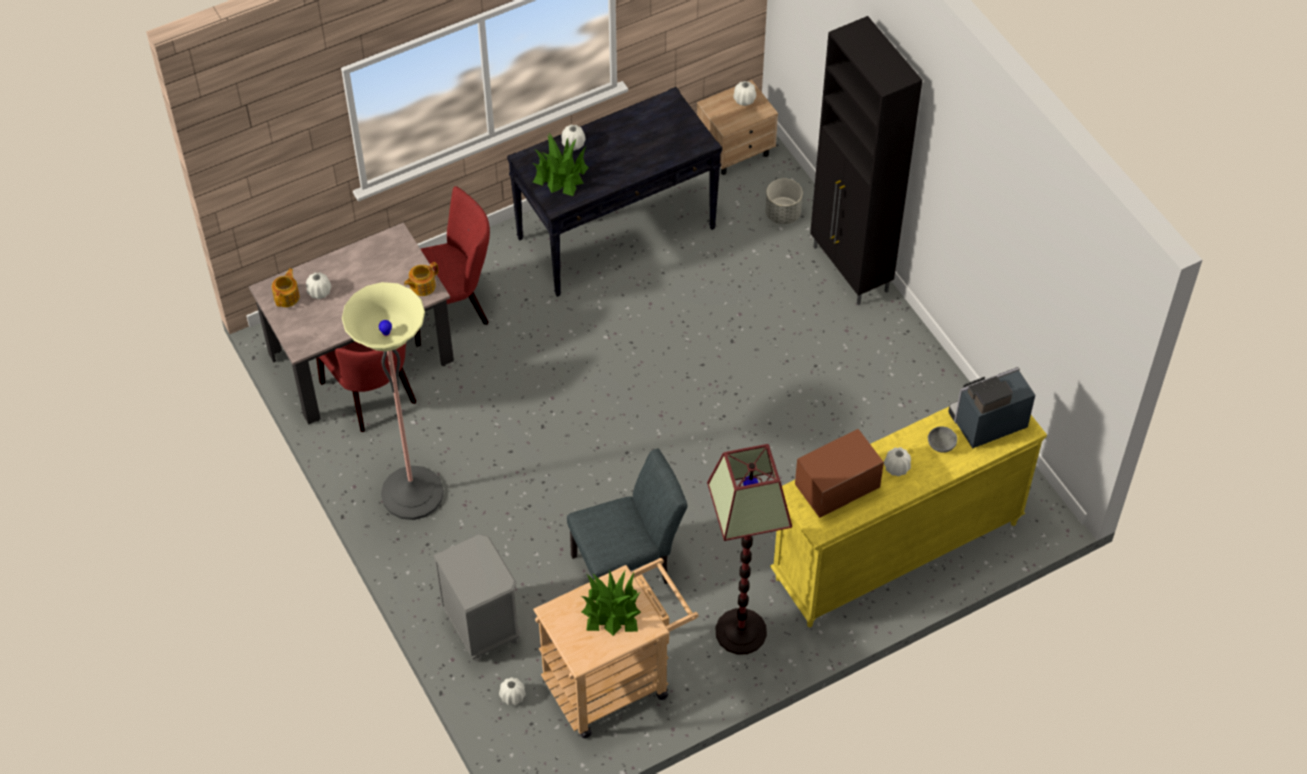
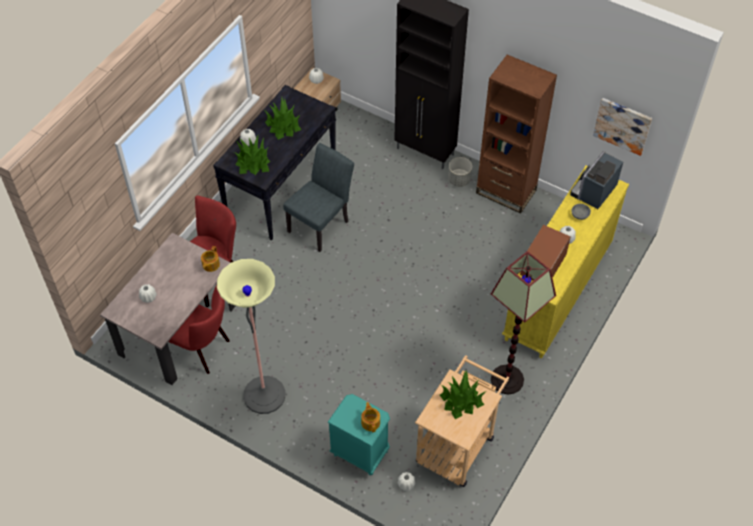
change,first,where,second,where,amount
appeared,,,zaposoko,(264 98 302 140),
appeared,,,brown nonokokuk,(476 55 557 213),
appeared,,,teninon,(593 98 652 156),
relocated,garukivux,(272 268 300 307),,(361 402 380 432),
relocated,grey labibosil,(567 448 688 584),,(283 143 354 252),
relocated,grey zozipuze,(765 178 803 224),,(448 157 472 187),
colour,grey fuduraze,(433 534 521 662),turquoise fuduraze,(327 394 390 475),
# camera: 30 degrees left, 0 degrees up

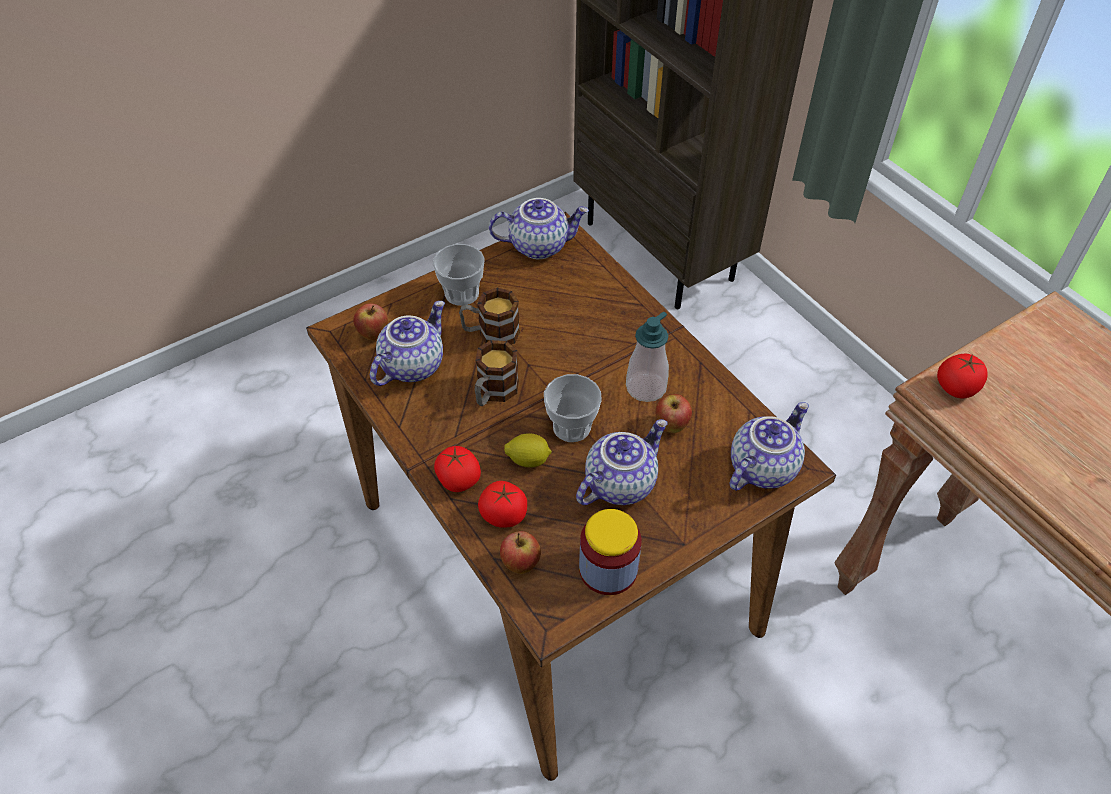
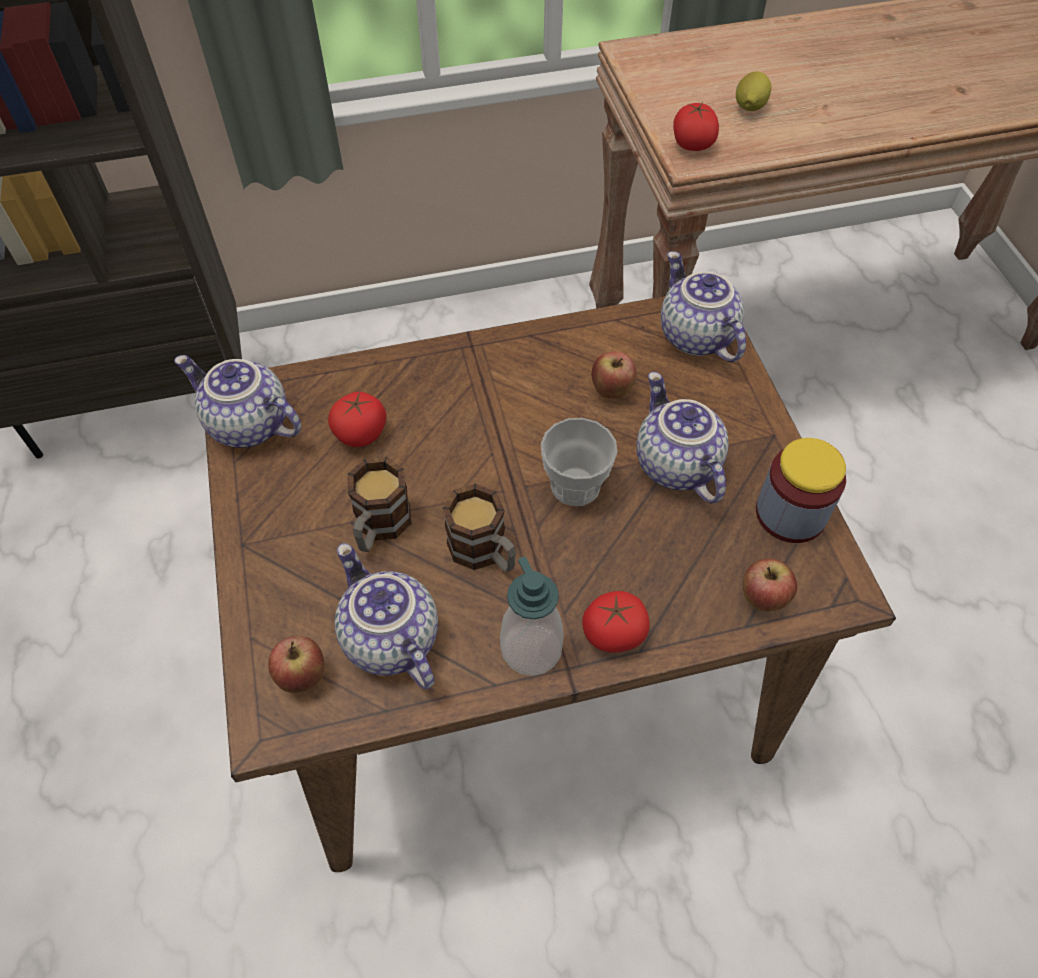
change,first,where,second,where,amount
missing,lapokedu,(433 244 485 306),,,
relocated,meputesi,(478 481 527 528),,(328 392 387 447),
relocated,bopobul,(504 433 552 468),,(736 71 771 111),
relocated,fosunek,(626 311 669 402),,(500 556 563 676),
spun,garukivux,(489 198 589 259),,(174 355 302 448),75 degrees counterclockwise
# camera: 70 degrees left, 5 degrees up

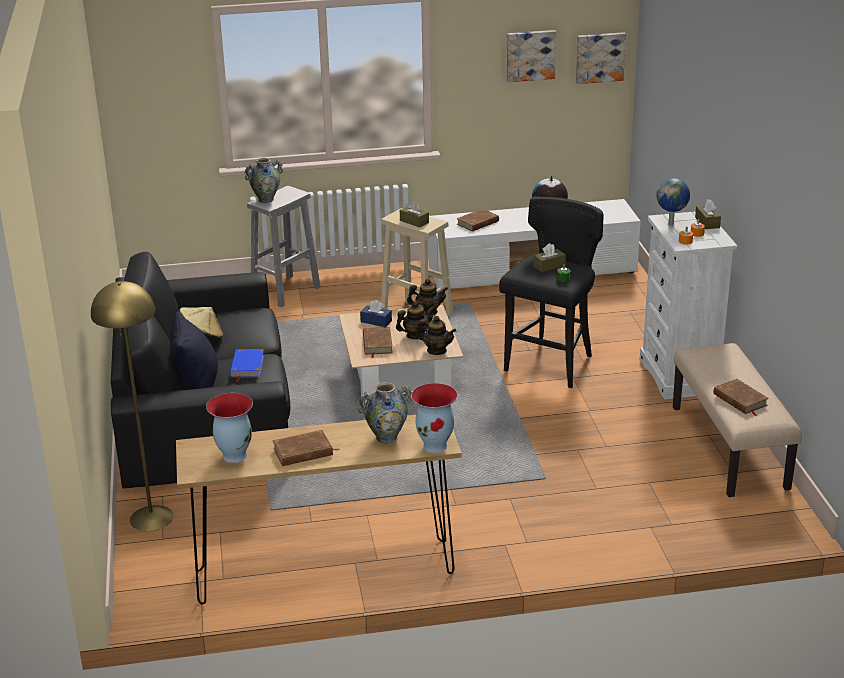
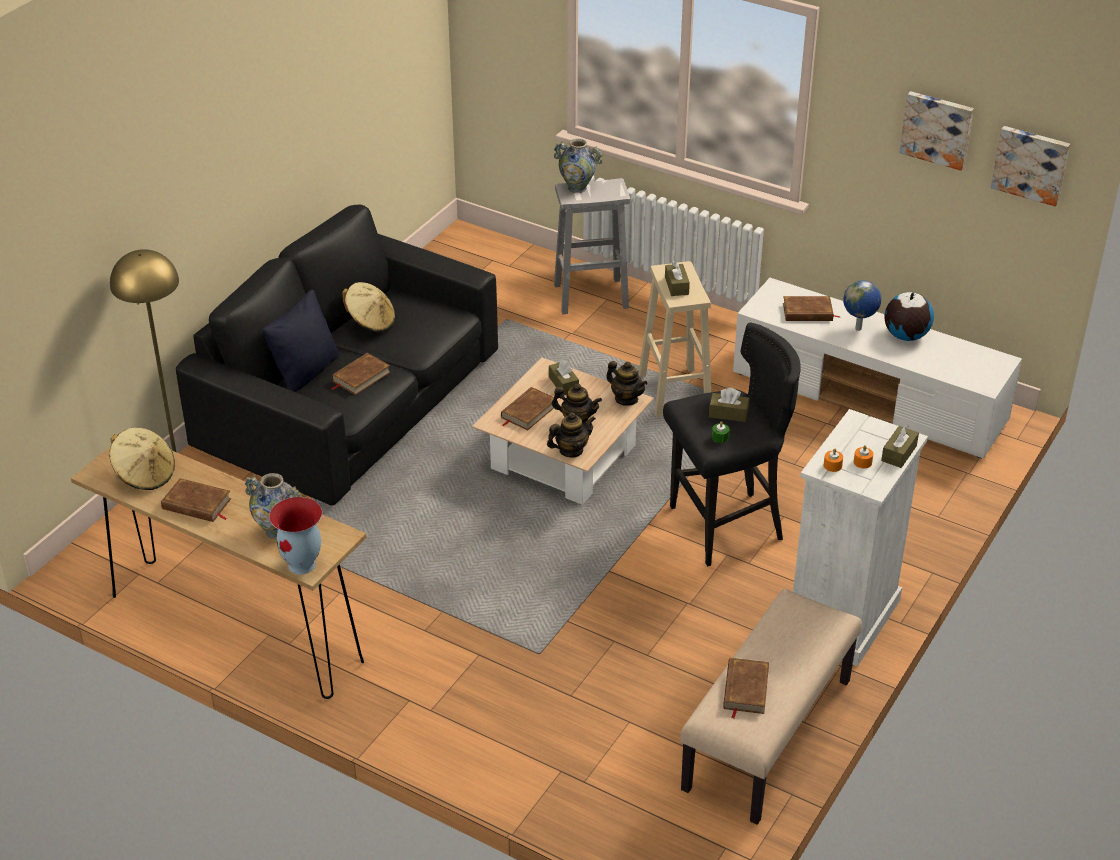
change,first,where,second,where,amount
relocated,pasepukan,(657 178 690 226),,(843 281 881 331),
exchanged,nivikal,(206 393 253 463),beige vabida,(109 428 175 490),
colour,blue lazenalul,(230 349 264 382),brown lazenalul,(331 353 391 395),
colour,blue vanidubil,(360 300 392 327),brown vanidubil,(549 359 579 395),
spun,garukivux,(416 316 456 355),,(547 412 596 458),90 degrees counterclockwise
# camera: 40 degrees right, 10 degrees up

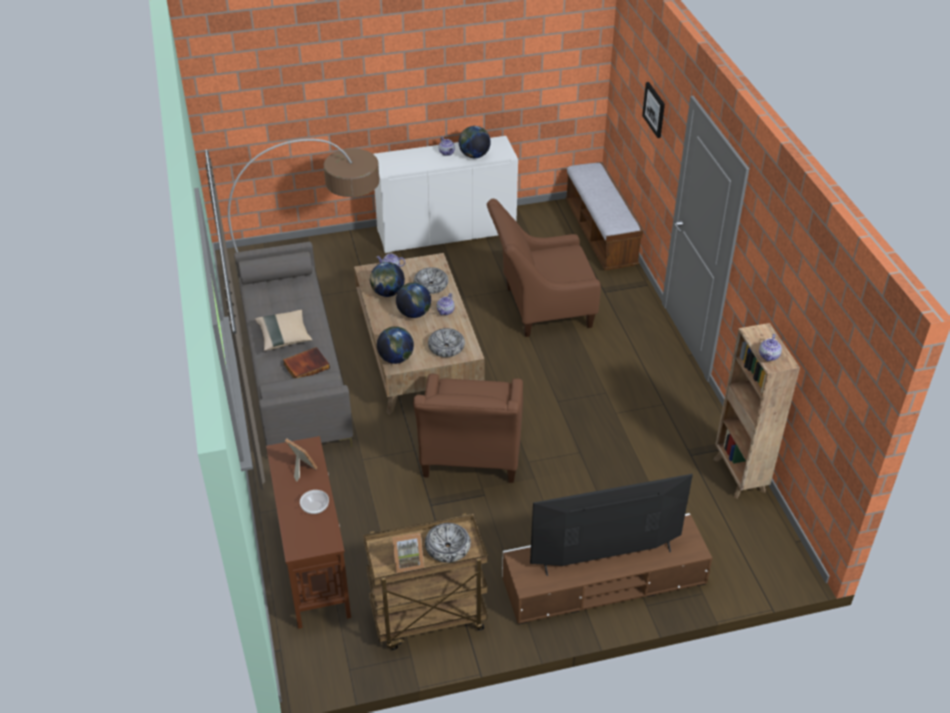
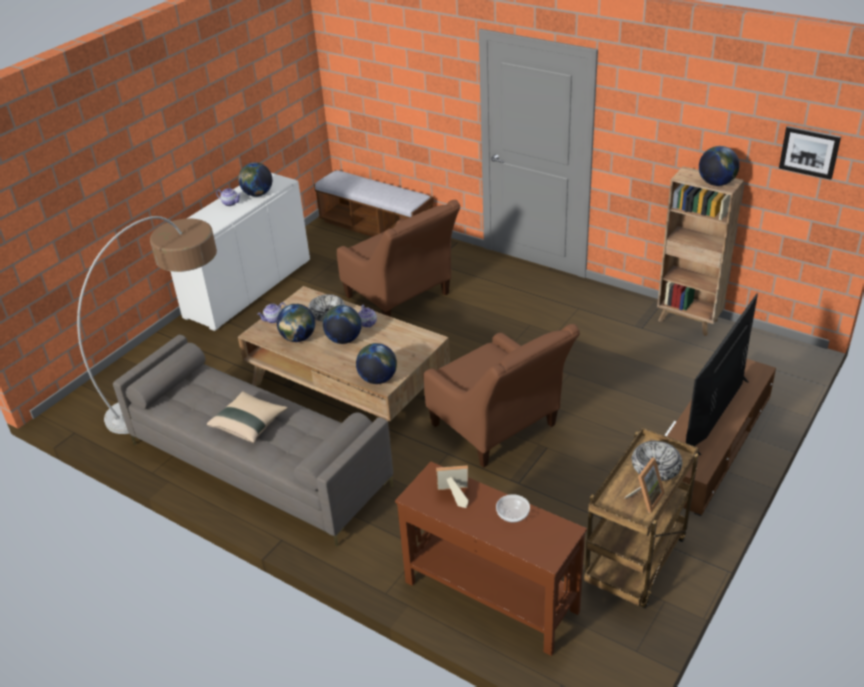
change,first,where,second,where,amount
missing,lazenalul,(283 347 330 378),,,
missing,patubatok,(428 328 465 357),,,
relocated,teninon,(642 82 665 138),,(779 126 841 180),
exchanged,garukivux,(759 334 782 361),pasepukan,(699 146 740 186),
spun,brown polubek,(487 199 601 337),,(337 200 460 317),75 degrees counterclockwise
# camera: 40 degrees left, 5 degrees down

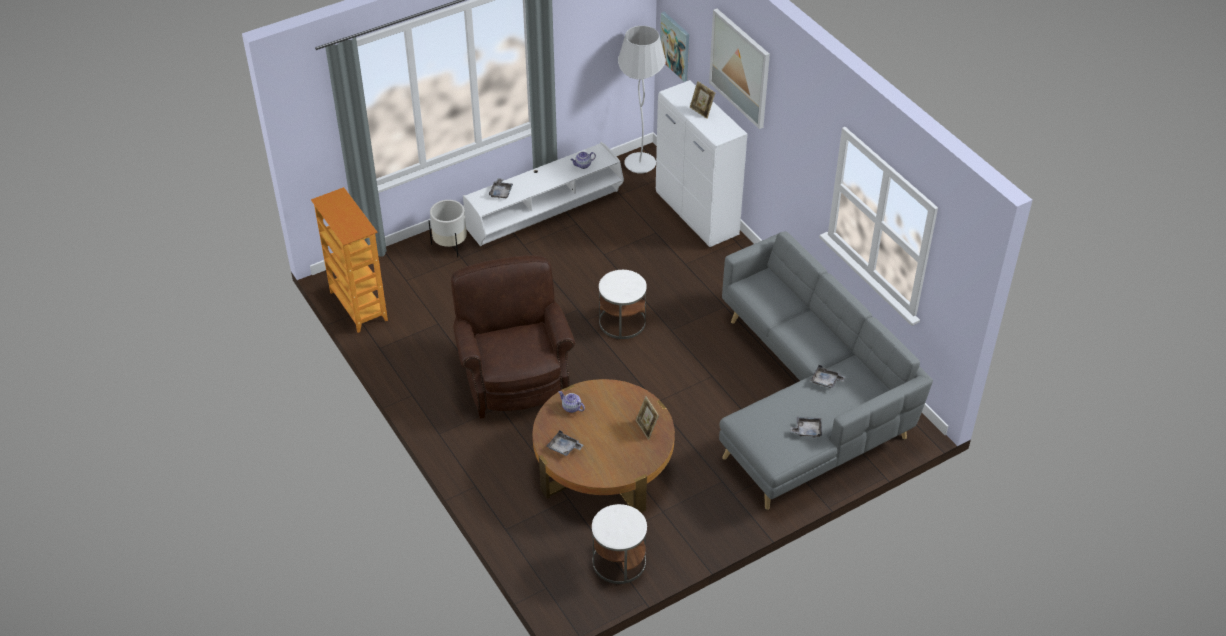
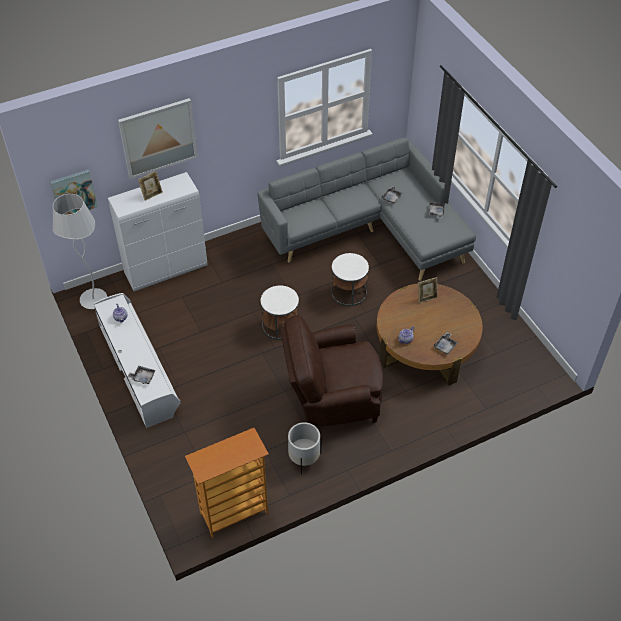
change,first,where,second,where,amount
relocated,white zozipuze,(429 200 467 257),,(288 422 321 474),
relocated,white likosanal,(592 504 647 584),,(331 253 369 306),
# camera: 85 degrees left, 5 degrees up

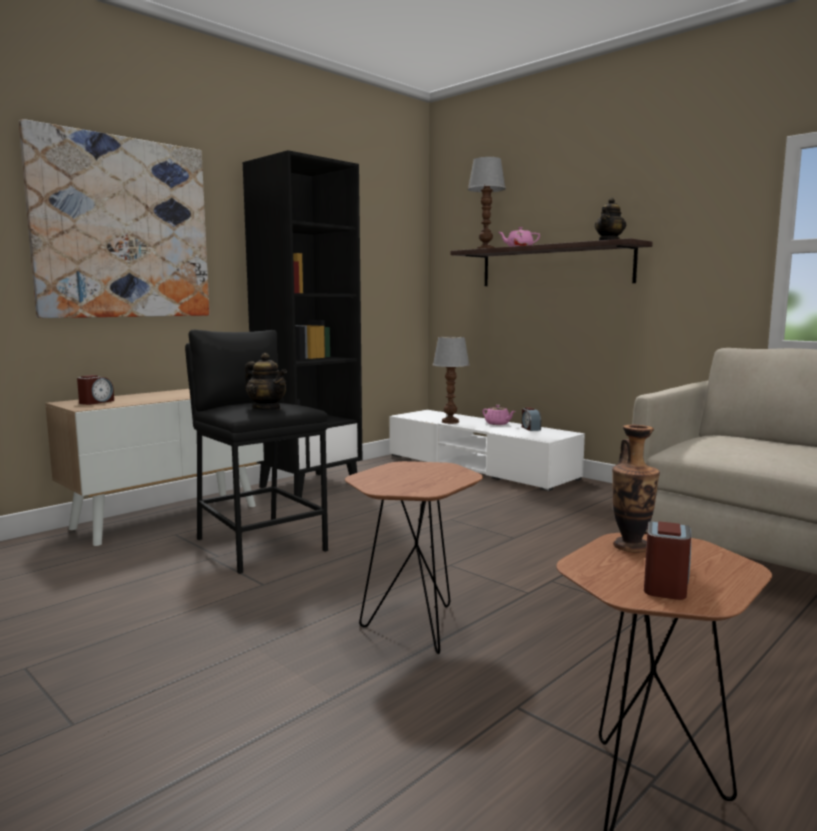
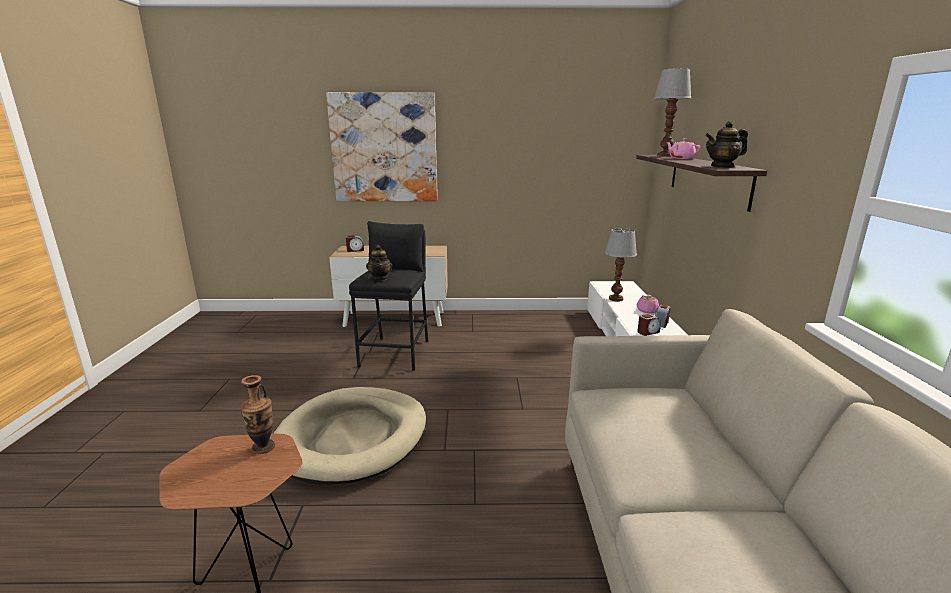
change,first,where,second,where,amount
missing,black nonokokuk,(243 150 362 498),,,
relocated,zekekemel,(644 521 691 600),,(637 314 661 336),
exchanged,brown likosanal,(345 461 483 654),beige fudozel,(273 387 426 485),
# camera: 45 degrees right, 10 degrees up

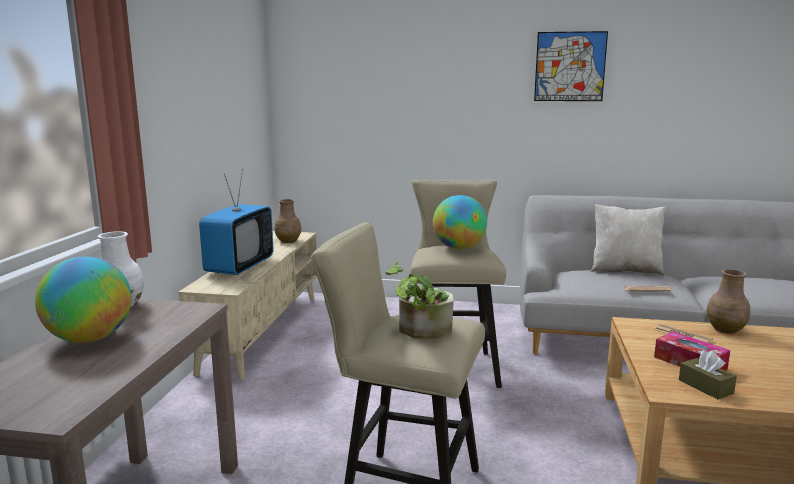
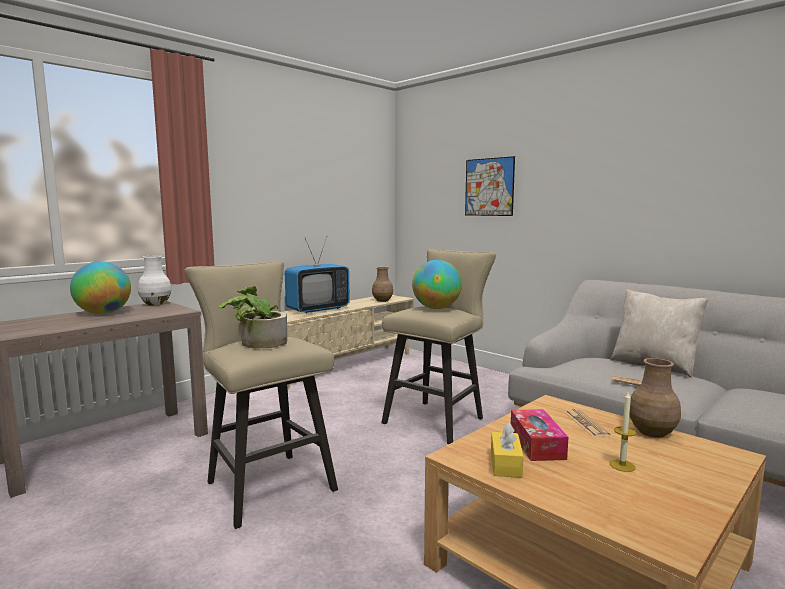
change,first,where,second,where,amount
appeared,,,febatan,(609 391 637 472),
relocated,teninon,(534 31 608 101),,(465 156 515 216),
colour,brown vanidubil,(679 351 737 399),yellow vanidubil,(491 422 524 478),
# camera: 35 degrees right, 5 degrees down

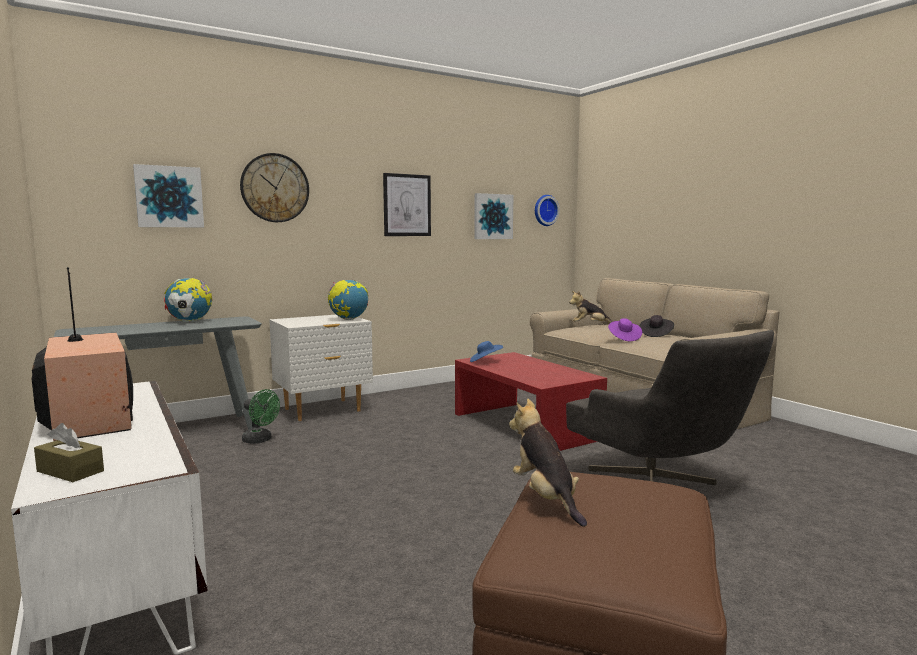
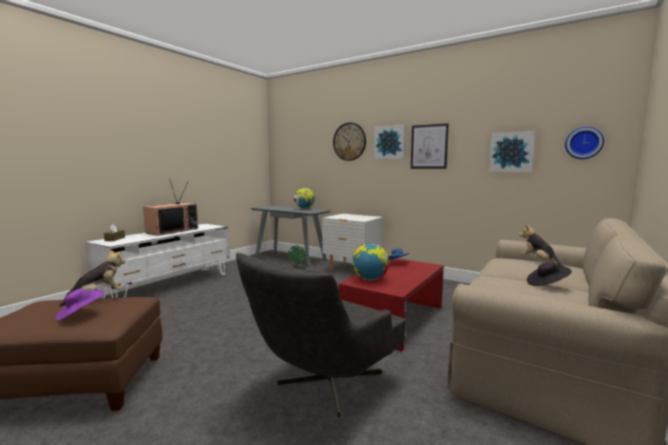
change,first,where,second,where,amount
relocated,teninon,(133 164 204 227),,(374 124 406 159),
relocated,pasepukan,(327 280 368 320),,(353 243 389 281),
relocated,purple vabida,(608 318 642 341),,(55 289 104 321),
# camera: 65 degrees right, 0 degrees up

